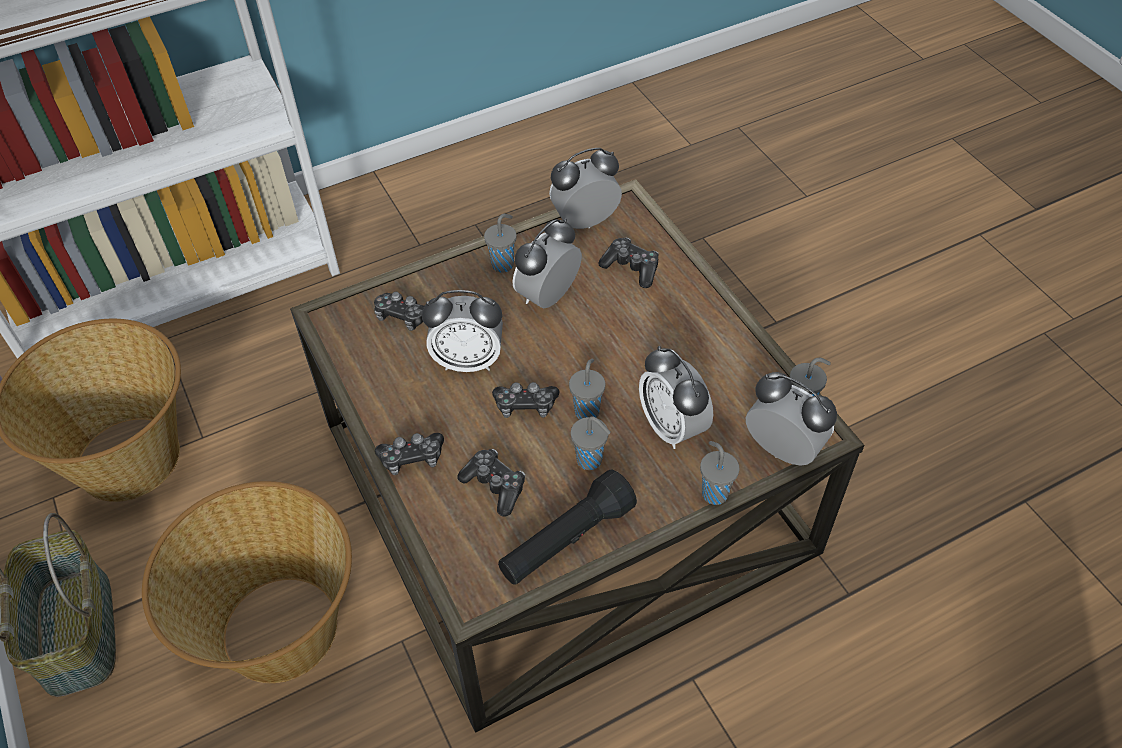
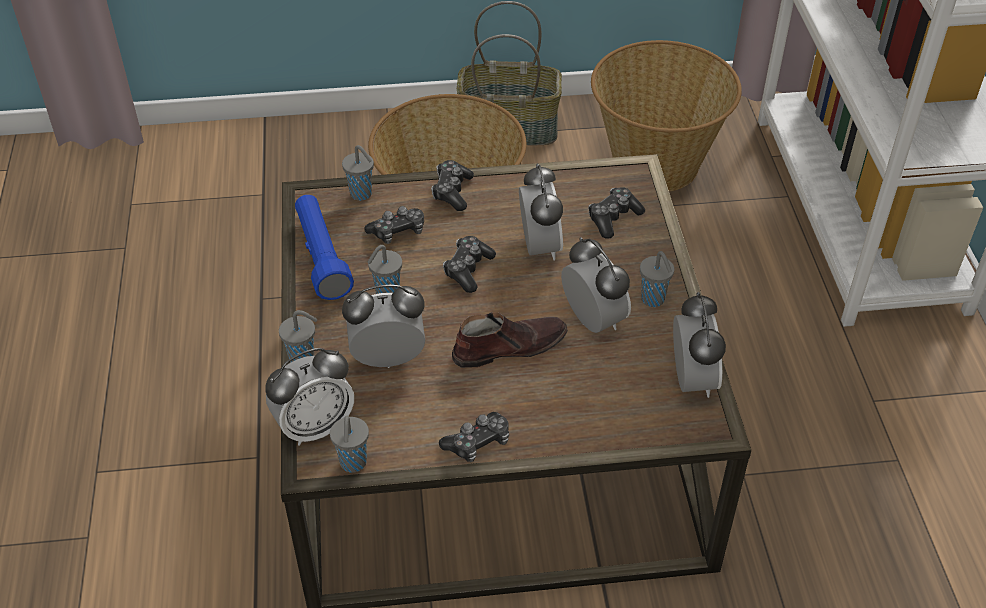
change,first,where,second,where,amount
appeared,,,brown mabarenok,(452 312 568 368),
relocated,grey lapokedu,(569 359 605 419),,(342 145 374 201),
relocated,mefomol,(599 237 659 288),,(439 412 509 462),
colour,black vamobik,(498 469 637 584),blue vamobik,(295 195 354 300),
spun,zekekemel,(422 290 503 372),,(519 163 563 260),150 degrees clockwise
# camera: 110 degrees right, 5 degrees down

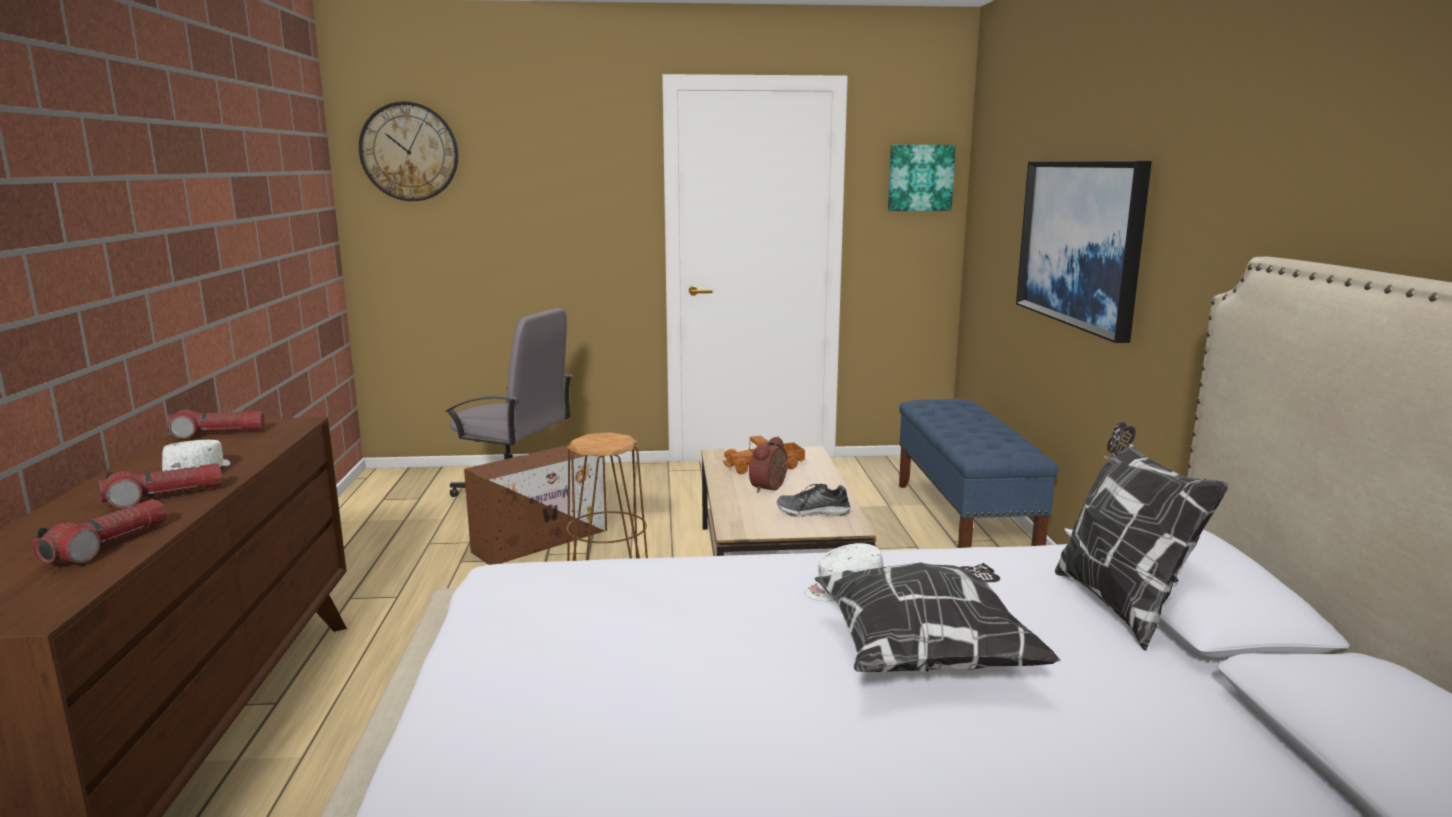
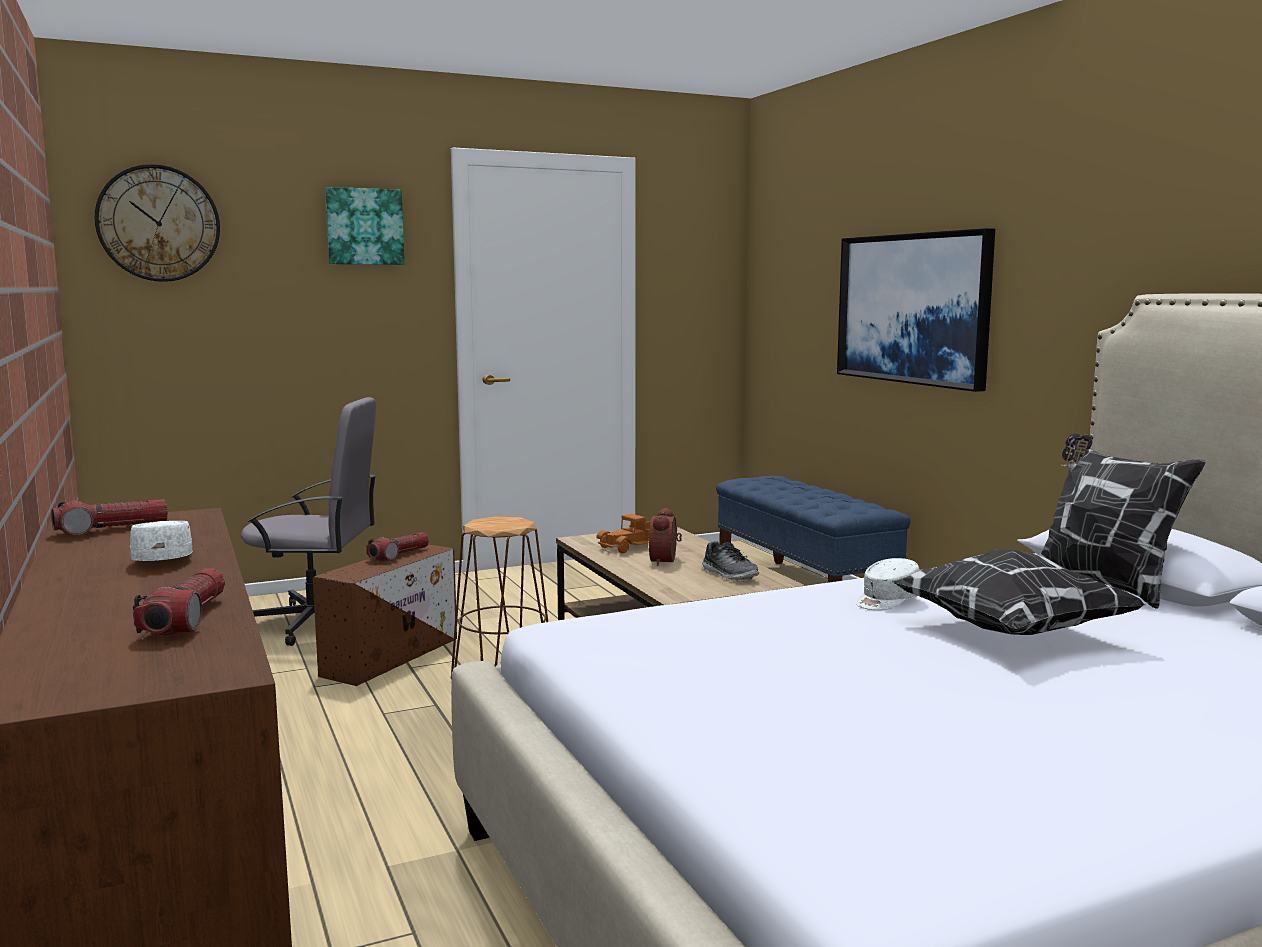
change,first,where,second,where,amount
relocated,vamobik,(98 463 222 509),,(366 532 429 561),
relocated,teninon,(888 145 956 211),,(325 187 404 265),
spun,mabarenok,(777 484 850 517),,(701 541 759 581),105 degrees counterclockwise
# camera: 20 degrees left, 5 degrees down

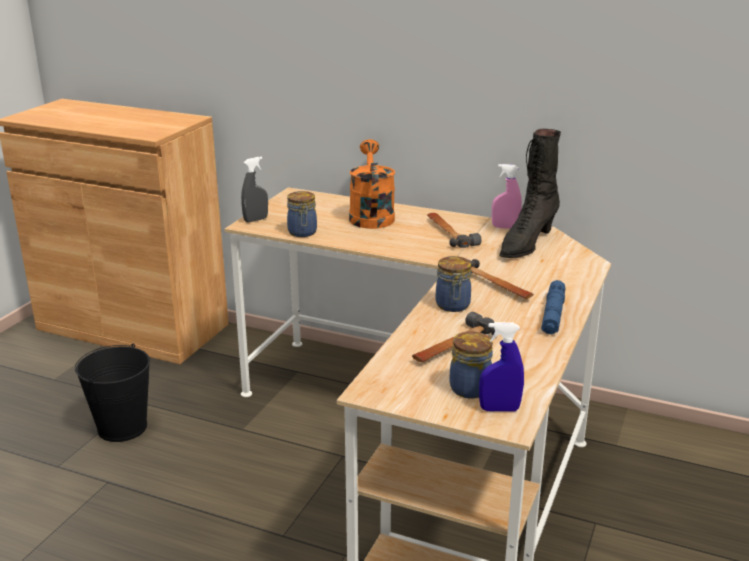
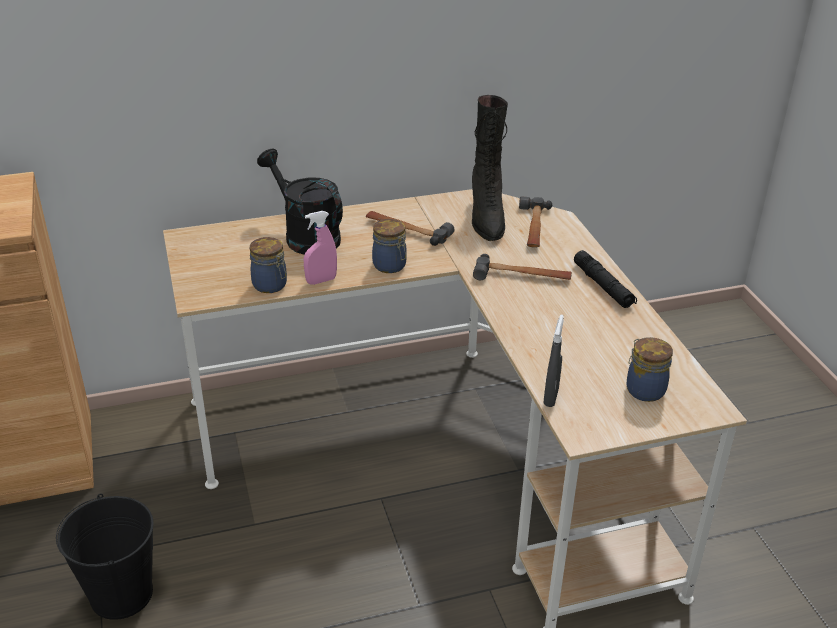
change,first,where,second,where,amount
missing,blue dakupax,(479 322 524 412),,,
relocated,grey dakupax,(241 157 268 223),,(543 315 564 407),
relocated,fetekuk,(412 312 495 362),,(519 196 552 248),
relocated,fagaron,(436 256 471 312),,(372 219 407 273),
relocated,pink dakupax,(492 164 522 229),,(304 211 337 285),
colour,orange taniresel,(349 139 395 229),black taniresel,(257 149 343 255),
colour,blue vamobik,(541 280 566 334),black vamobik,(574 250 637 308),
# camera: 40 degrees left, 10 degrees up

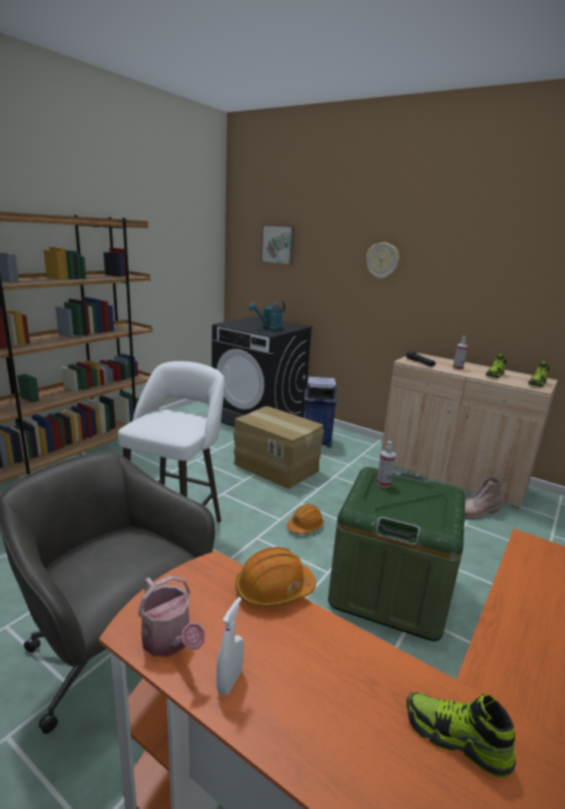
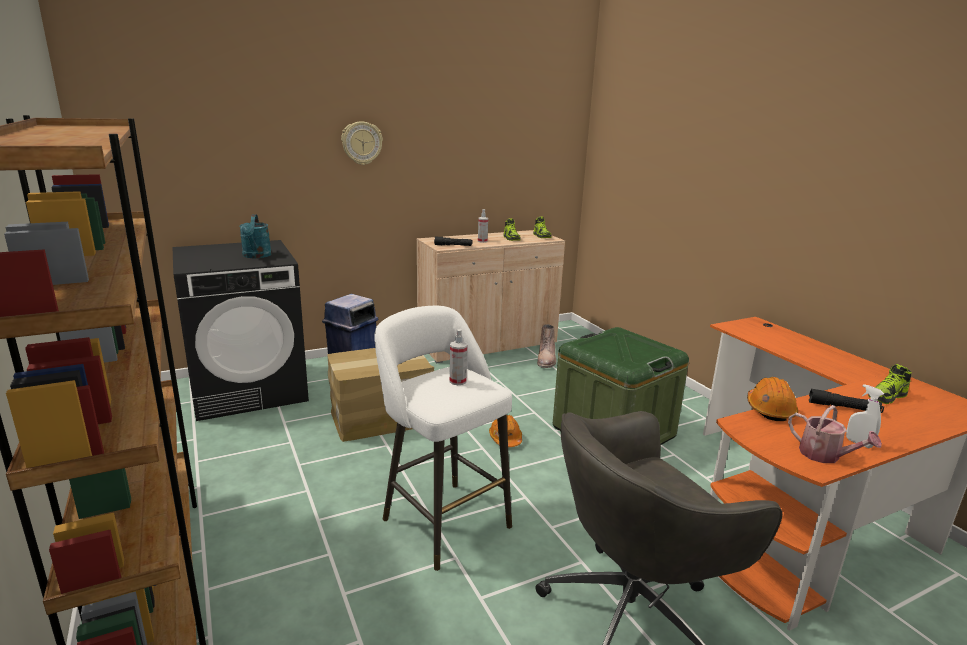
change,first,where,second,where,amount
missing,teninon,(261 225 295 265),,,
appeared,,,black vamobik,(809 389 884 413),
relocated,dakupax,(376 441 396 488),,(450 329 467 385),
spun,taniresel,(138 576 205 656),,(788 405 882 463),60 degrees clockwise
# camera: 60 degrees left, 0 degrees up

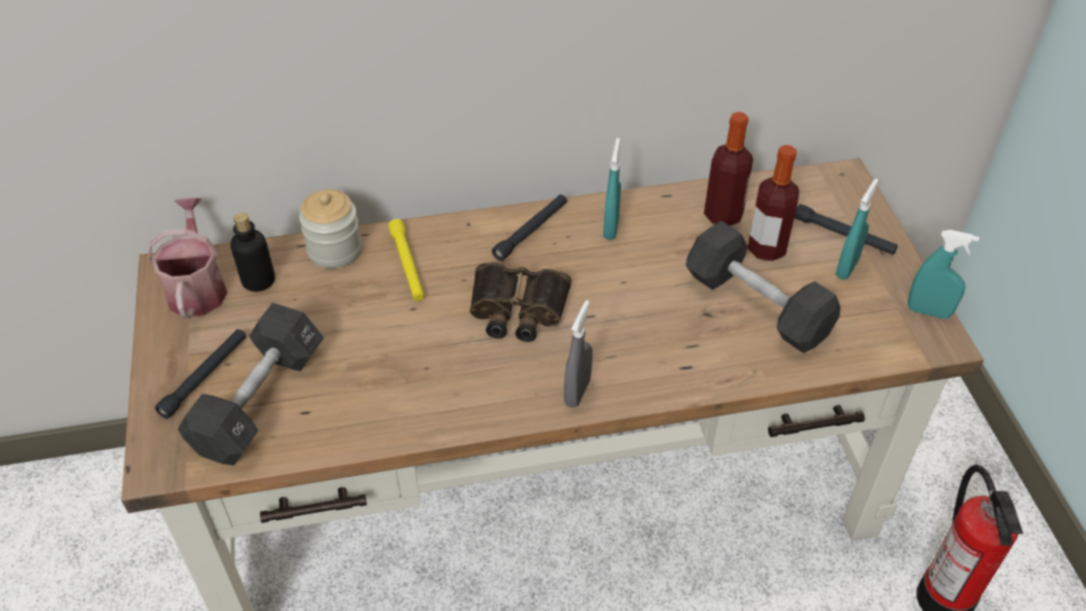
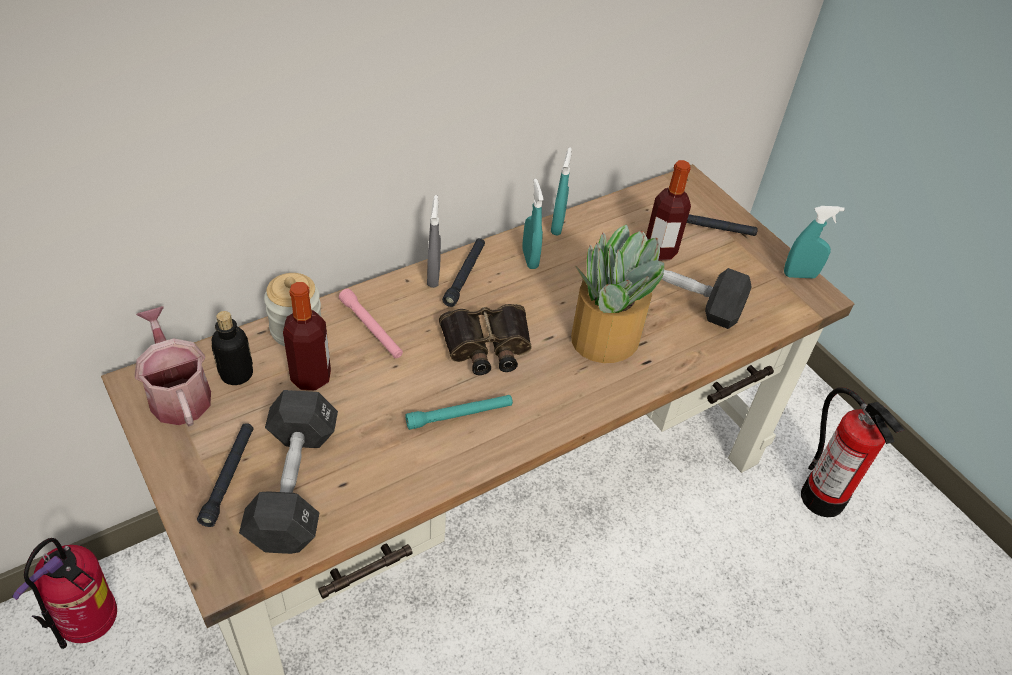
change,first,where,second,where,amount
appeared,,,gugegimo,(12 538 117 649),
appeared,,,turquoise vamobik,(405 395 513 430),
appeared,,,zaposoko,(571 225 664 363),
relocated,grey dakupax,(564 300 593 407),,(427 195 441 288),
relocated,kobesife,(704 112 753 226),,(283 282 331 390),
relocated,turquoise dakupax,(836 179 879 280),,(551 147 572 235),
colour,yellow vamobik,(388 219 425 301),pink vamobik,(339 288 403 358),
# camera: 25 degrees left, 0 degrees up

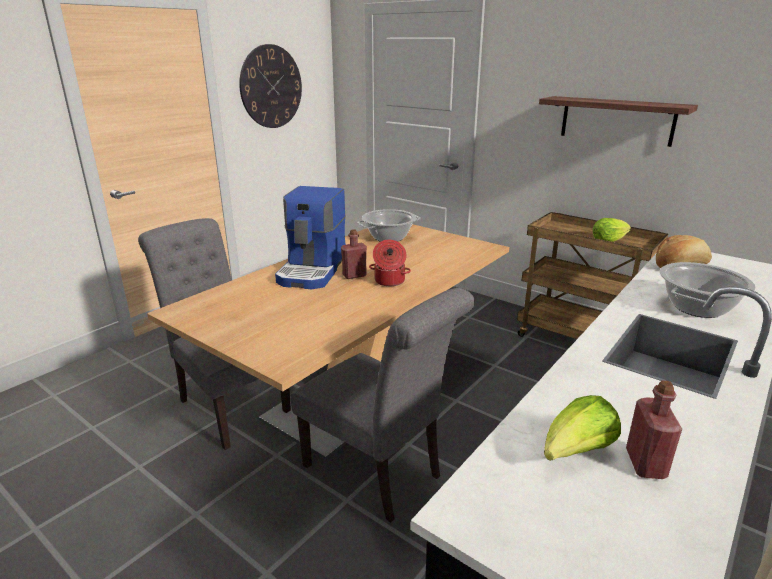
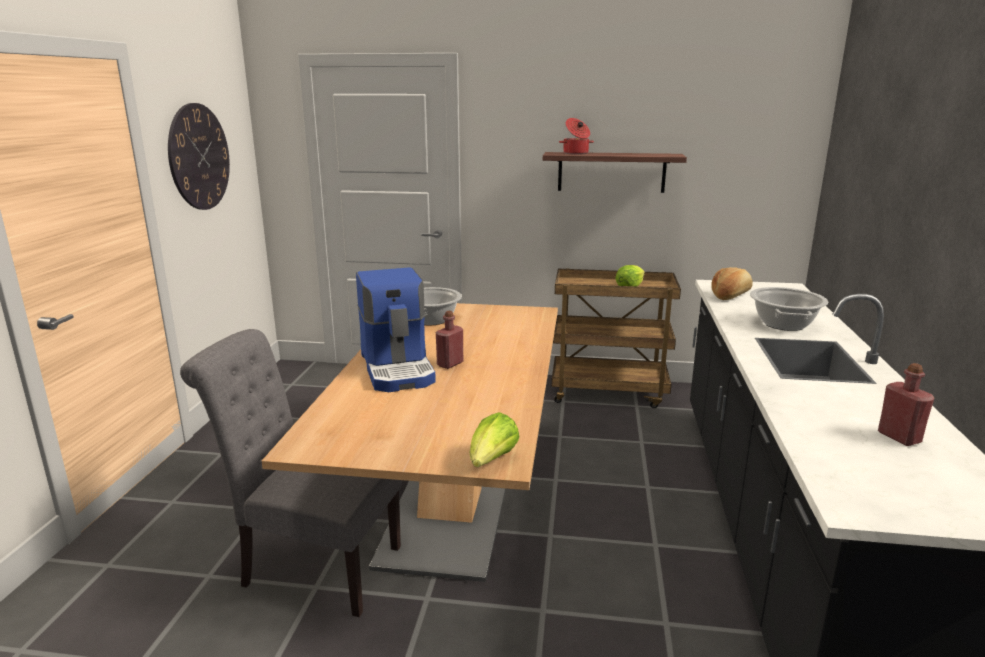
change,first,where,second,where,amount
missing,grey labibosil,(290 288 475 523),,,
relocated,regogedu,(369 240 411 286),,(559 118 594 155),
relocated,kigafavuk,(544 395 621 461),,(470 412 519 467),
# camera: 30 degrees left, 5 degrees down

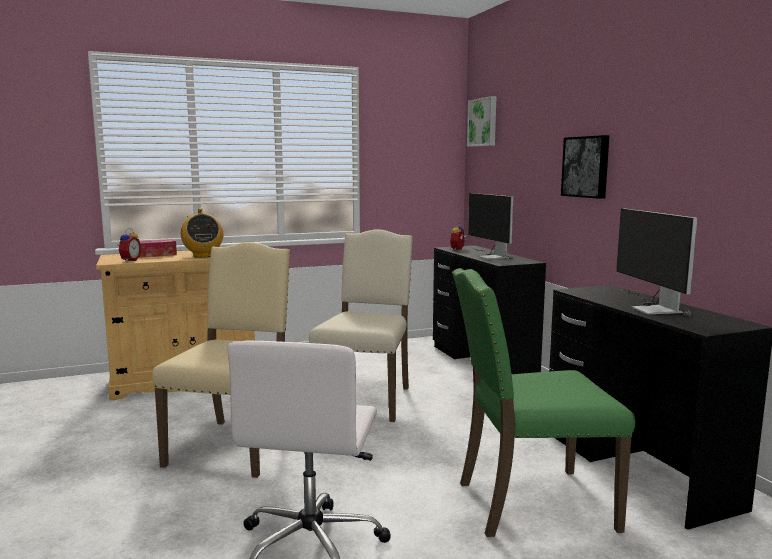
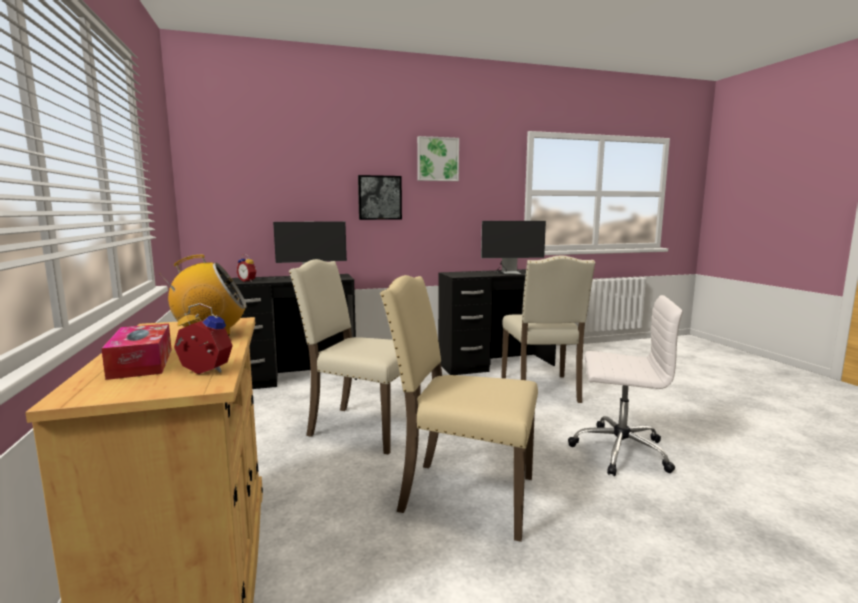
change,first,where,second,where,amount
relocated,teninon,(467 96 496 147),,(417 136 459 181),
colour,green labibosil,(452 268 635 537),beige labibosil,(501 256 595 403),
# camera: 85 degrees left, 0 degrees up

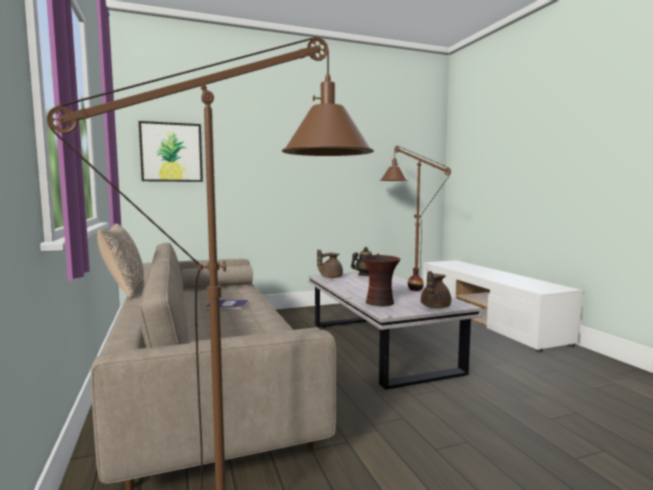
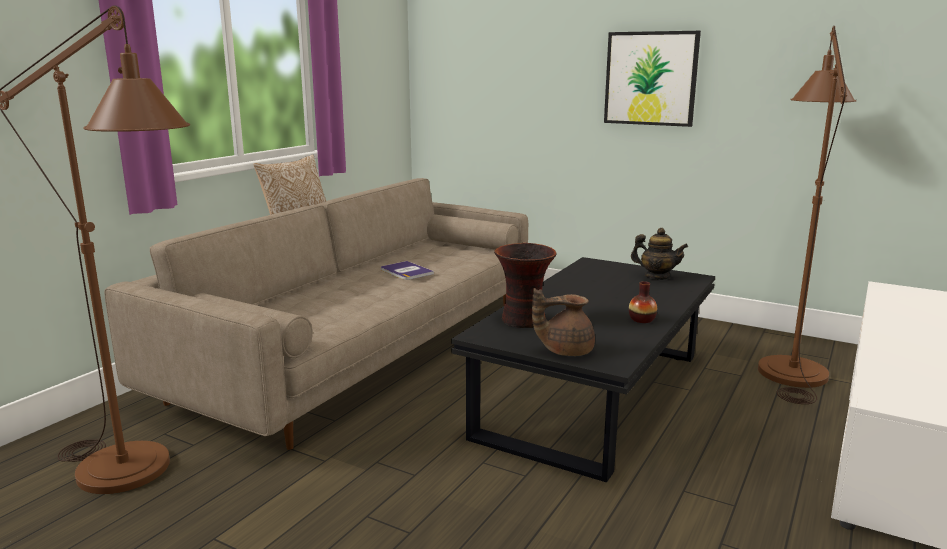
change,first,where,second,where,amount
missing,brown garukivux,(317 249 343 278),,,
relocated,teninon,(139 121 203 182),,(604 31 701 127),
colour,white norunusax,(309 272 482 390),black norunusax,(451 257 715 483),
# camera: 50 degrees right, 10 degrees up

